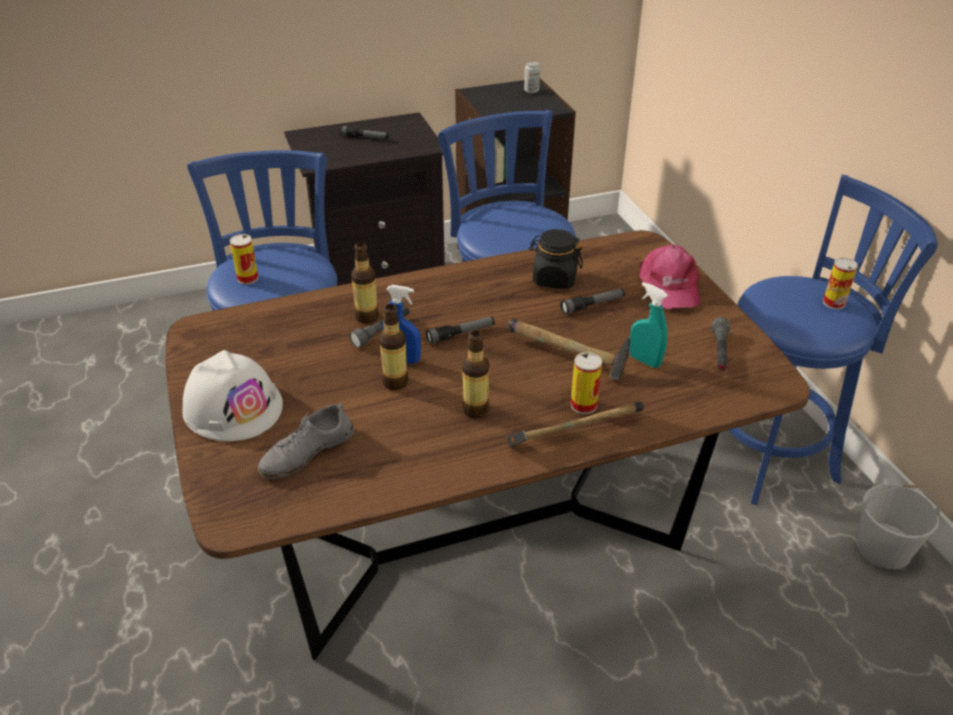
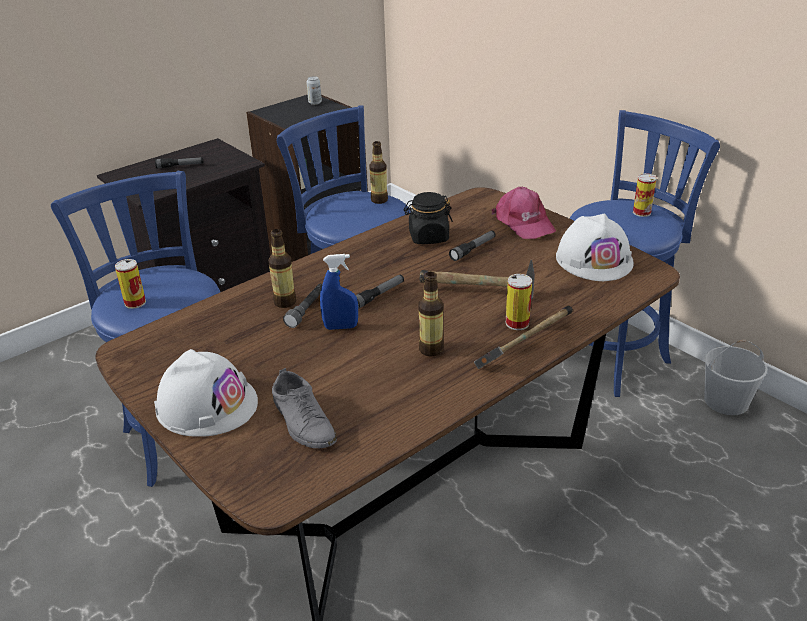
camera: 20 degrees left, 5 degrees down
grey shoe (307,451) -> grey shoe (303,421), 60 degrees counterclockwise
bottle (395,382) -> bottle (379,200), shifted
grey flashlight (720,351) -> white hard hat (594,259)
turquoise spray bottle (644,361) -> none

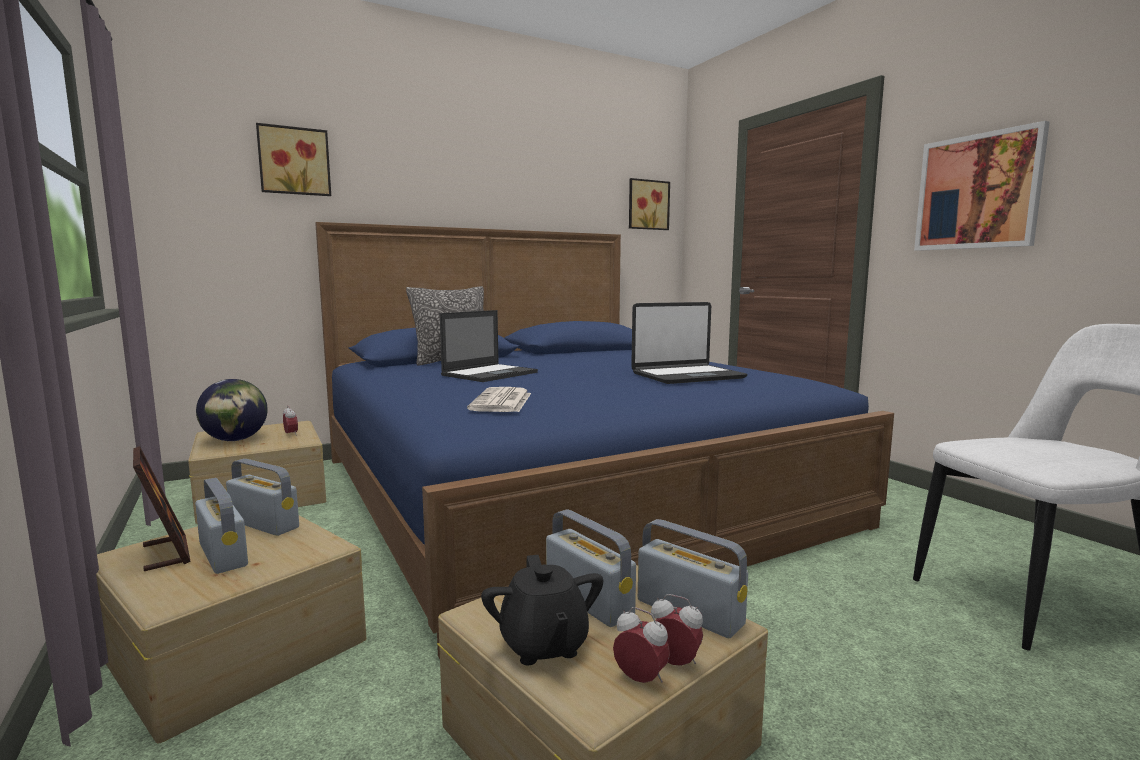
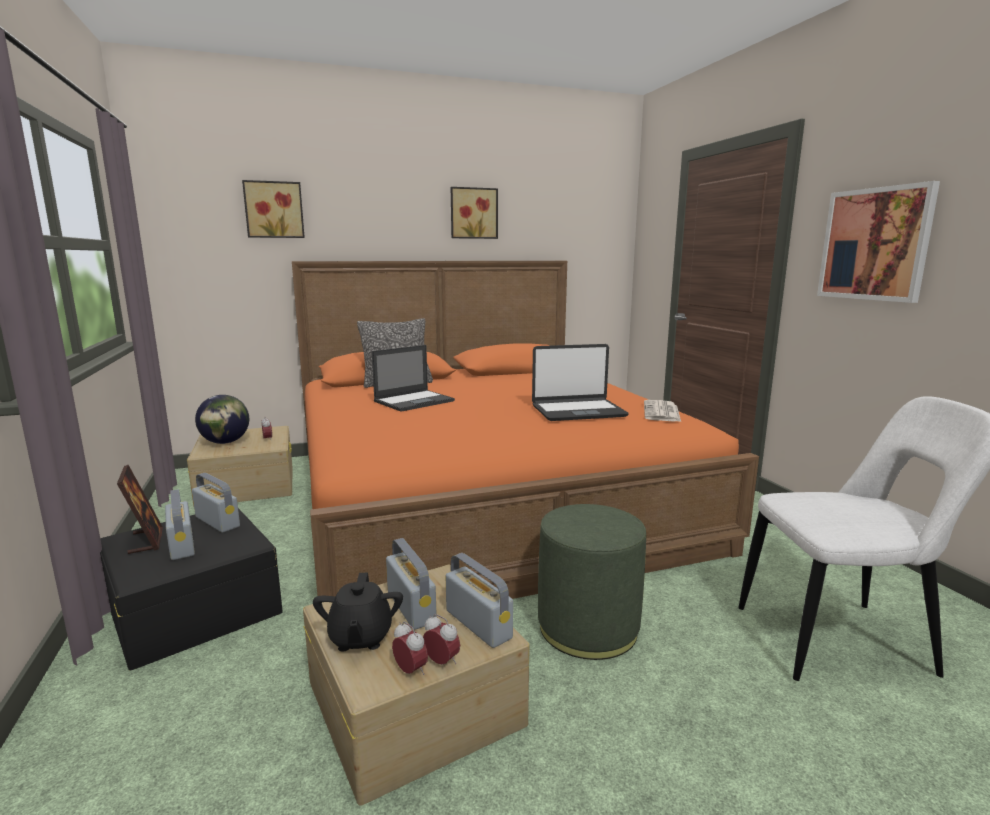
camera: 10 degrees right, 5 degrees up
beige storage box (235,644) -> black storage box (194,606)
blue bed (564,488) -> orange bed (484,496)
picture (647,205) -> picture (473,213), shifted
none -> green ottoman (588,627)
newspaper (502,402) -> newspaper (662,412), shifted

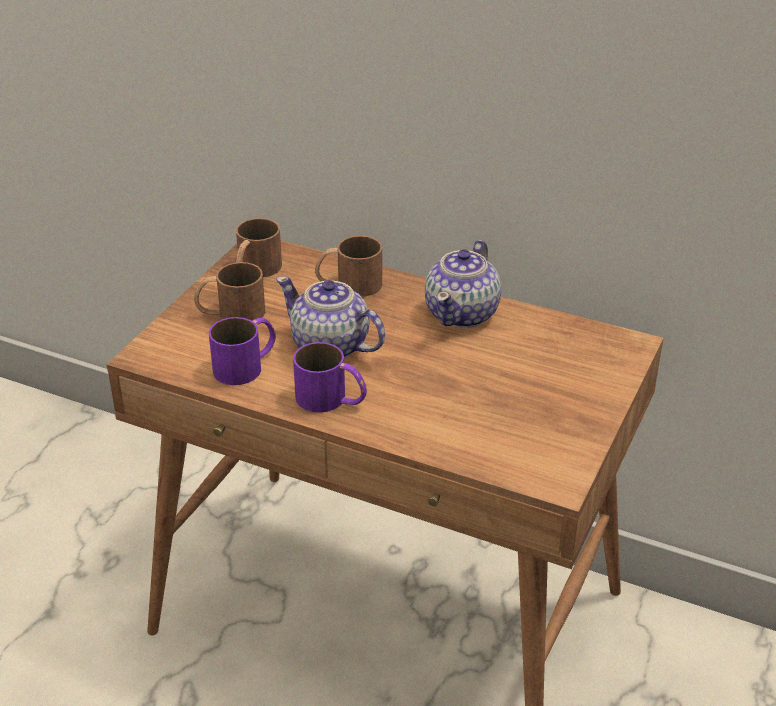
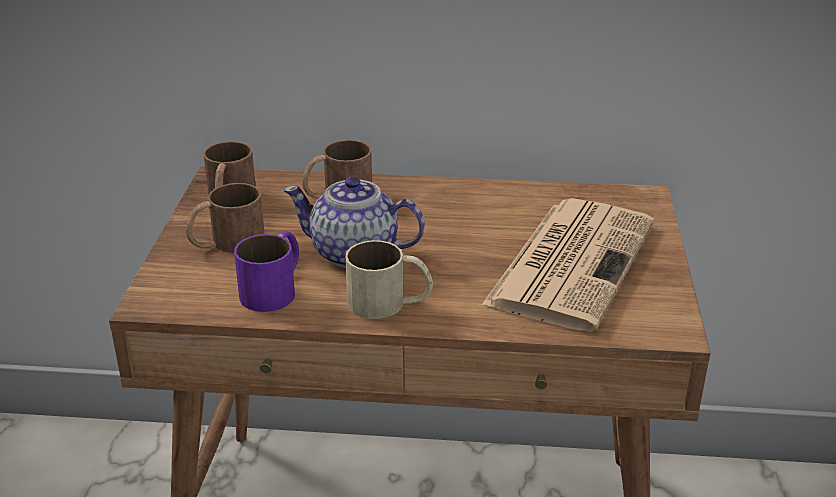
camera: 20 degrees left, 5 degrees down
purple mug (332,400) -> beige mug (390,303)
none -> newspaper (571,261)
teapot (463,313) -> none

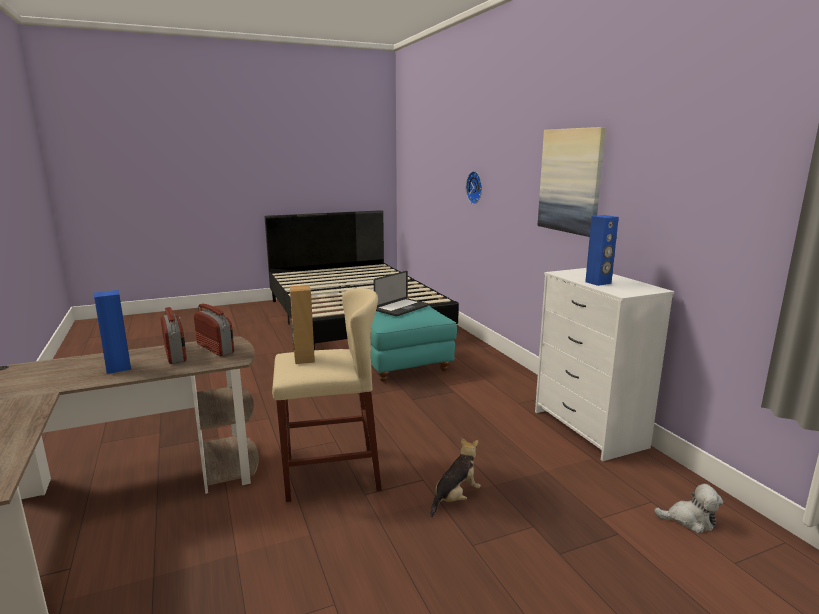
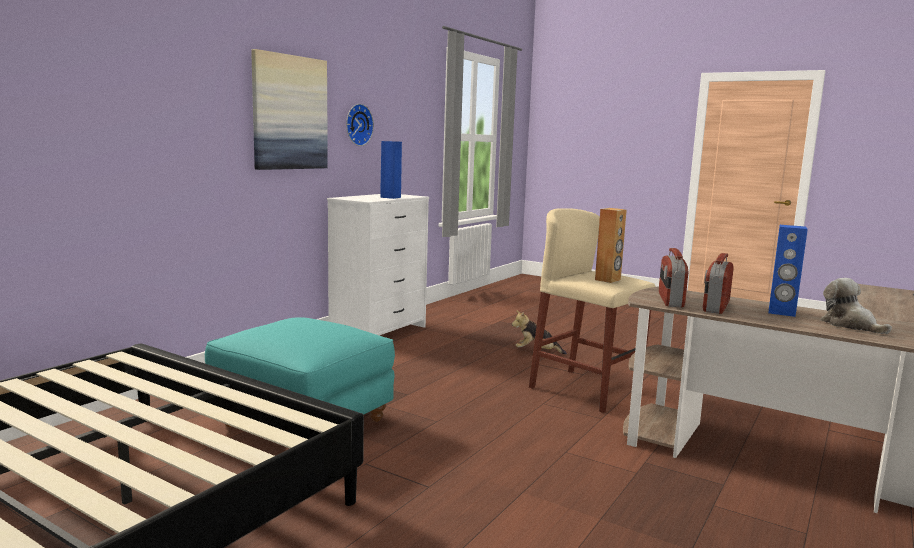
camera: 125 degrees left, 5 degrees down
wall clock (476,187) -> wall clock (357,124), shifted
plush toy (690,520) -> plush toy (850,325), shifted
laptop (402,308) -> none

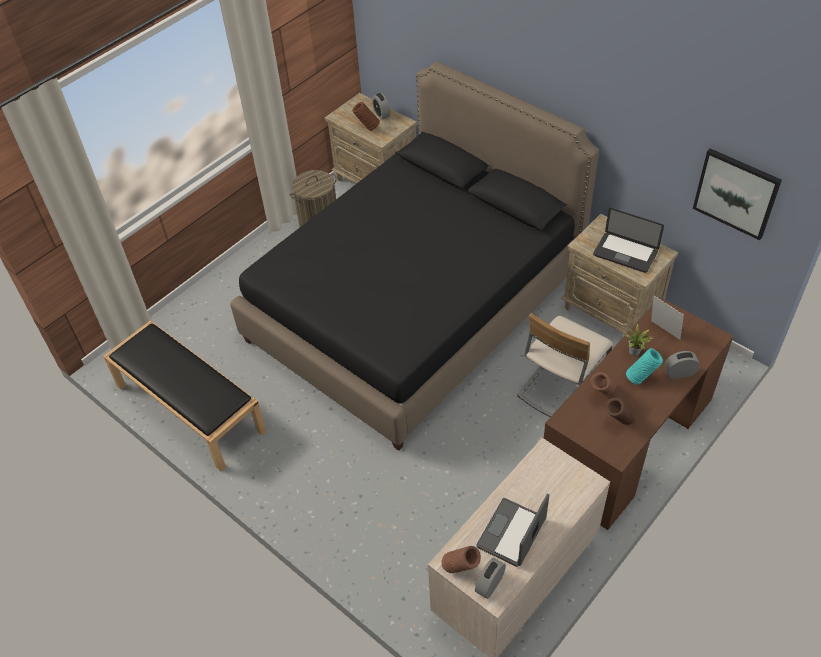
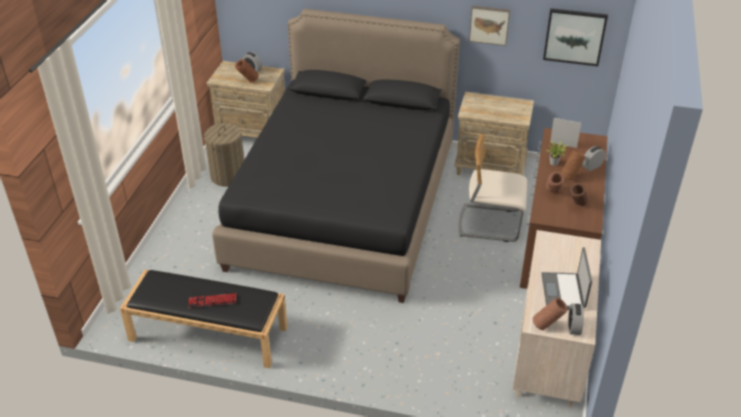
camera: 30 degrees left, 10 degrees down
none -> keyboard (212,301)
beige chair (560,387) -> beige chair (490,223), 90 degrees clockwise
none -> picture (489,24)
turquoise vase (641,378) -> brown vase (570,176)
laptop (625,253) -> none

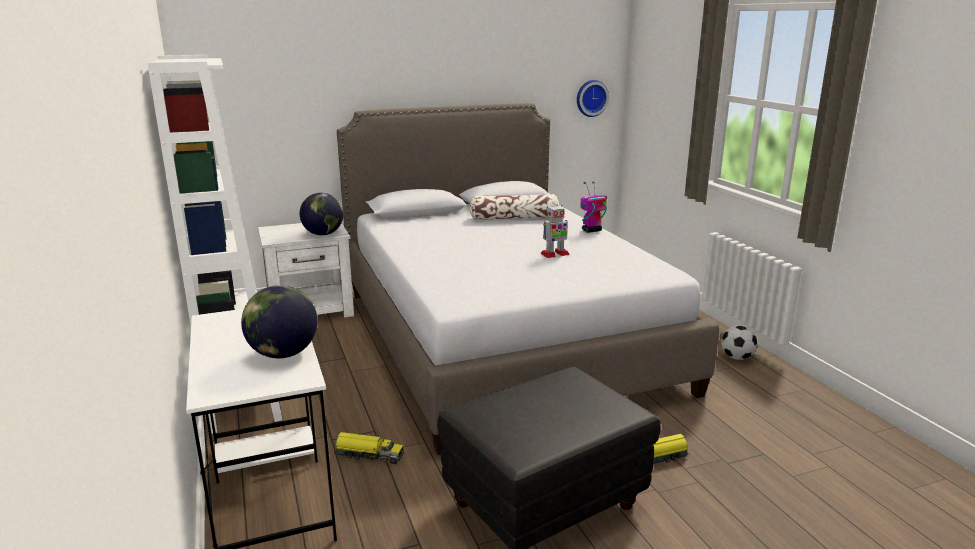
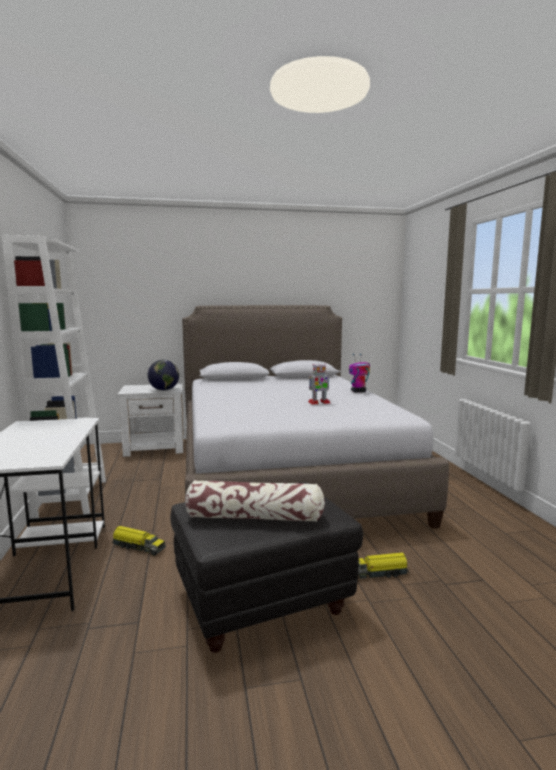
camera: 10 degrees right, 10 degrees down
pillow (514,218) -> pillow (255,517), shifted
globe (283,354) -> none
wall clock (591,98) -> none
football (737,357) -> none

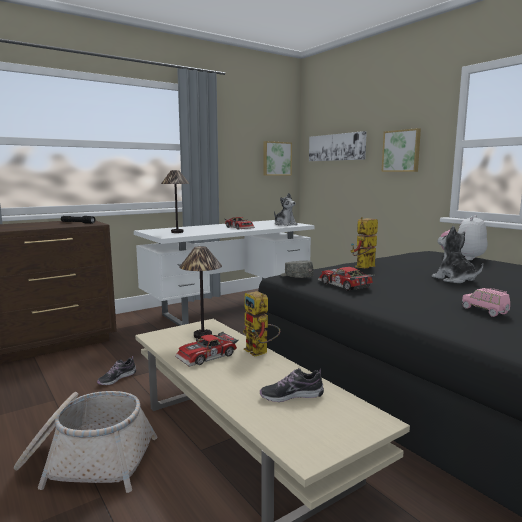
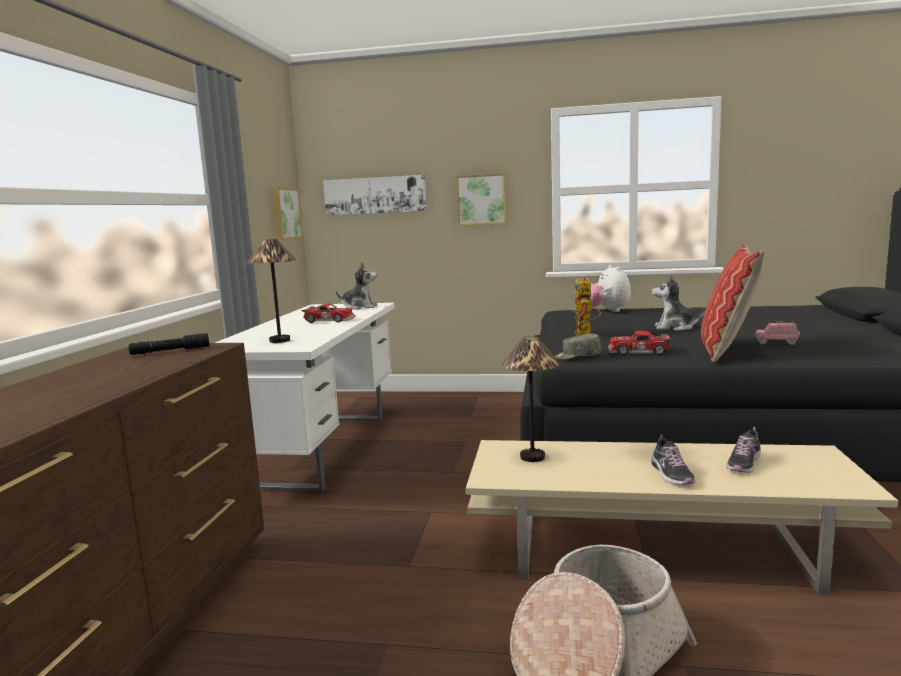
camera: 45 degrees left, 0 degrees up
shoe (117,378) -> shoe (671,474), shifted
none -> pillow (727,350)
toy car (208,356) -> none
toy robot (260,352) -> none

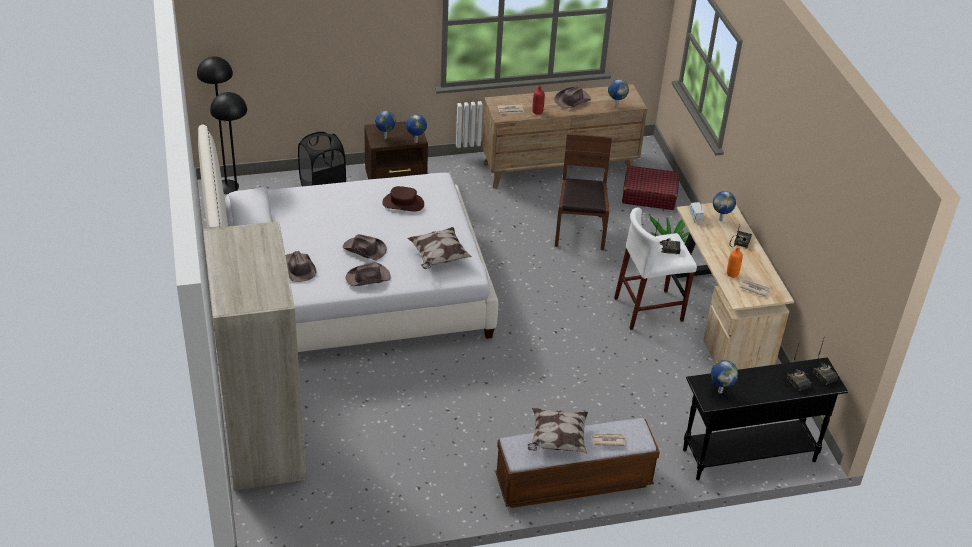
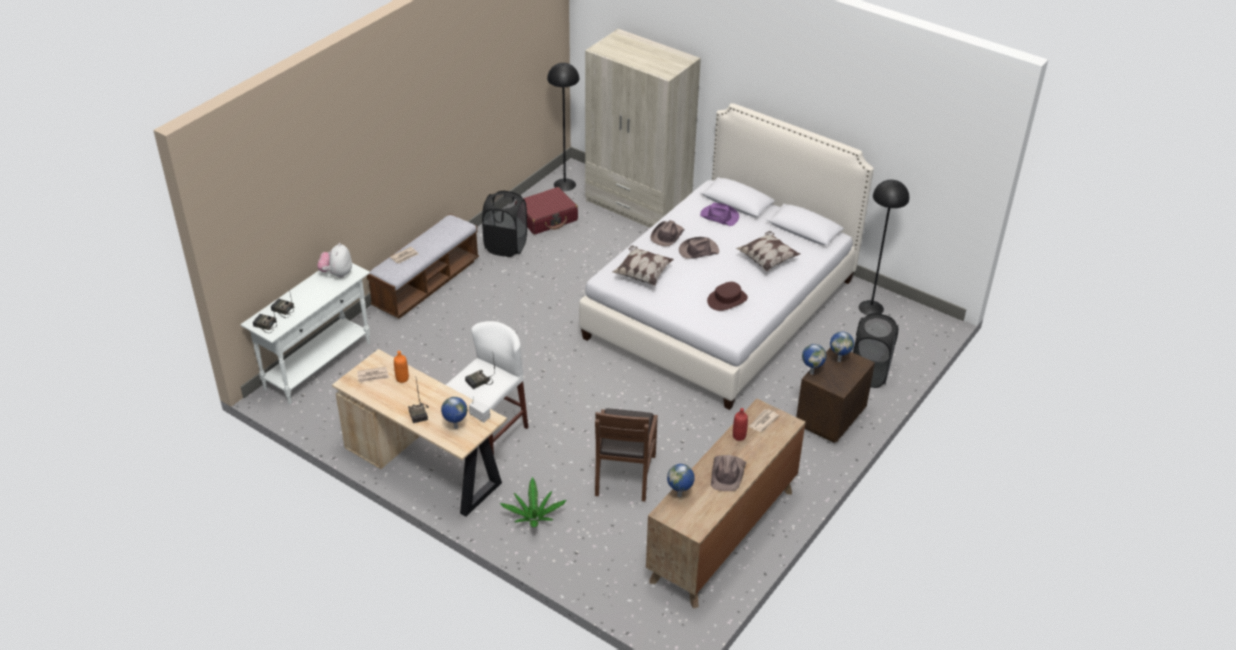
camera: 140 degrees right, 0 degrees up
black console table (748,455) -> white console table (318,365)
globe (720,391) -> plush toy (337,273)
none -> black laundry basket (506,246)
red suitcase (649,195) -> red suitcase (547,218), shifted
black floor lamp (226,186) -> black floor lamp (564,184), shifted
brown chair (579,231) -> brown chair (624,474), 45 degrees clockwise
brown hat (298,268) -> purple hat (719,216)
pillow (557,440) -> pillow (767,259), shifted

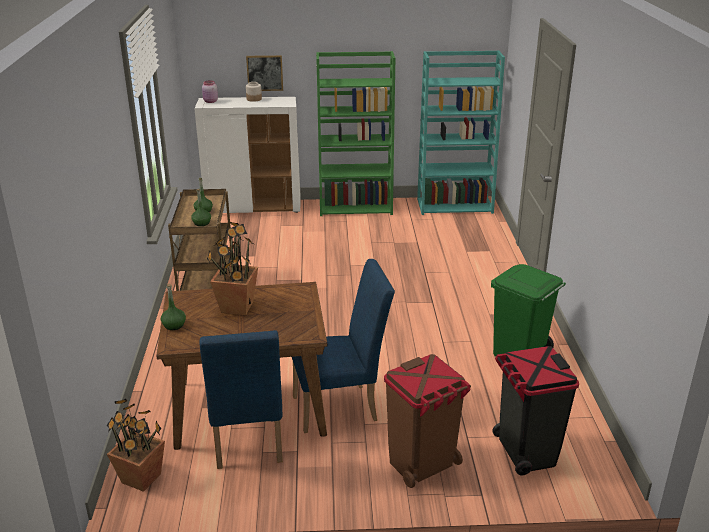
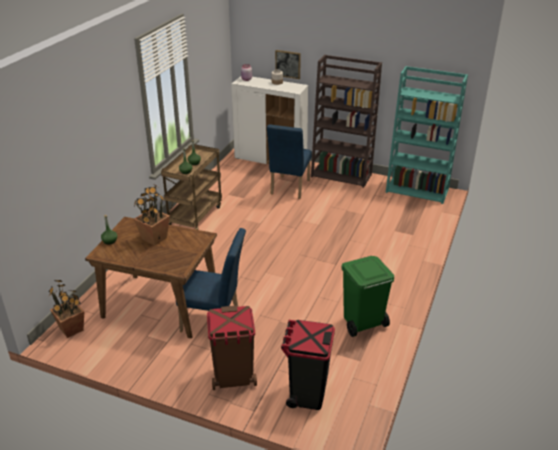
camera: 25 degrees right, 5 degrees up
blue chair (248,444) -> blue chair (289,189), shifted
green bookcase (356,207) -> brown bookcase (342,175)

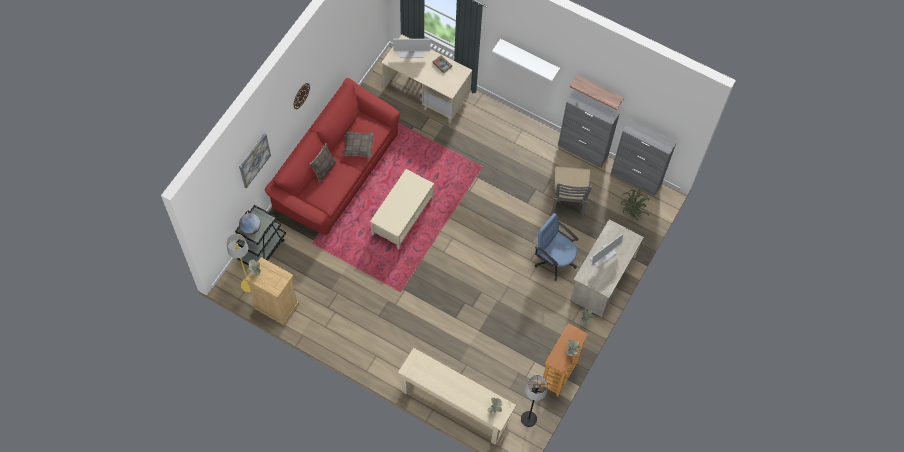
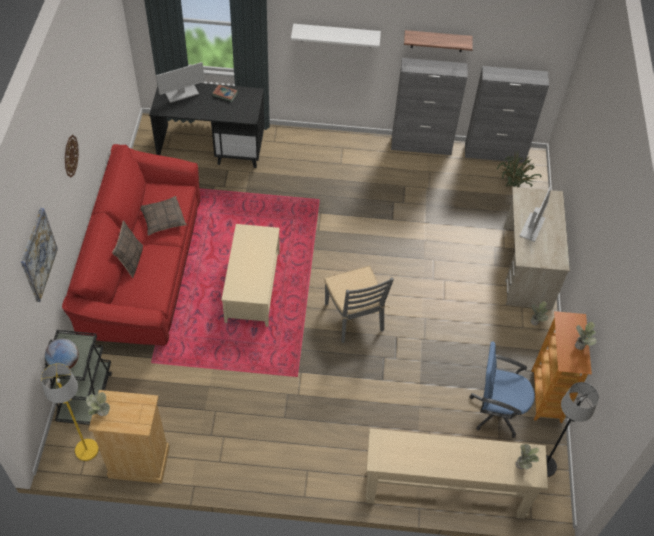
camera: 25 degrees left, 10 degrees down
beige desk (427,93) -> black desk (212,146)
grey chair (568,199) -> grey chair (354,317), shifted
blue office chair (554,260) -> blue office chair (496,410), shifted

